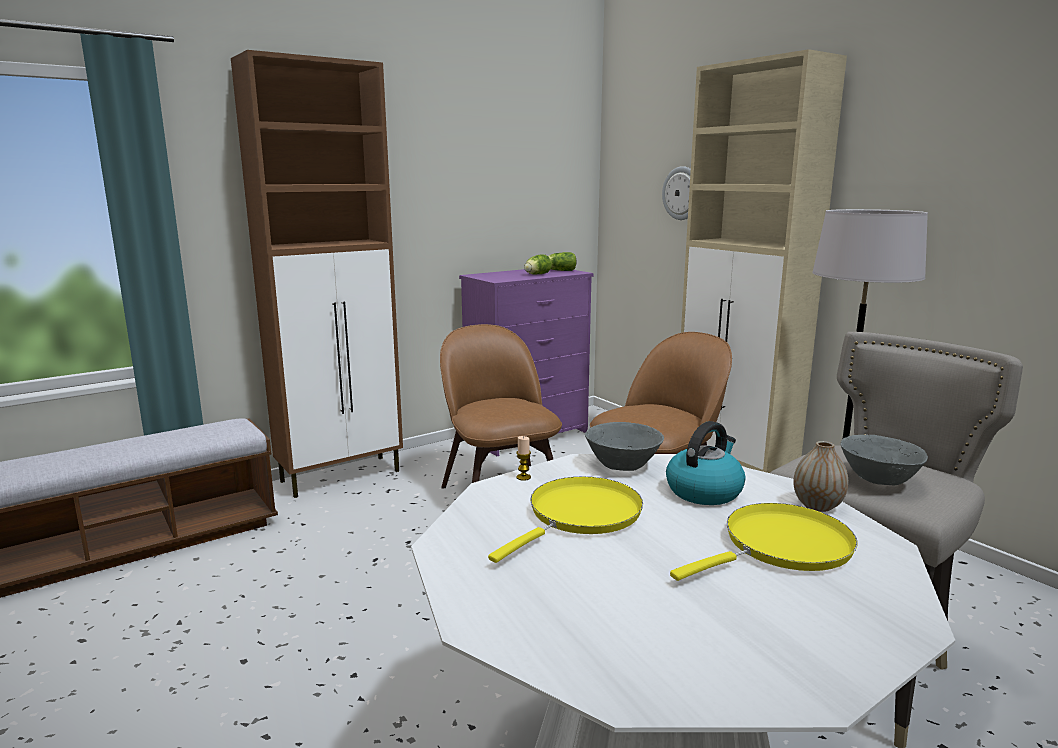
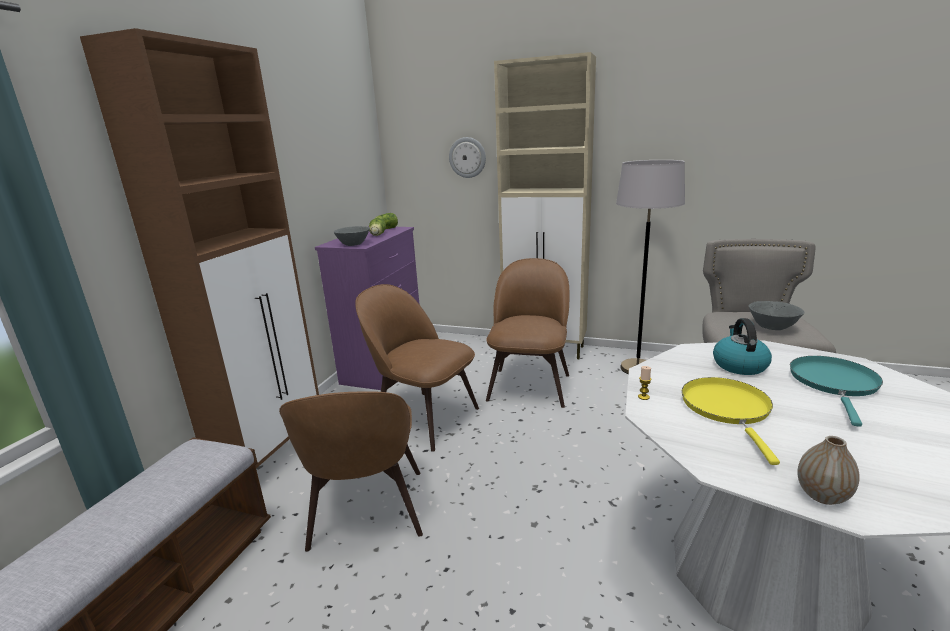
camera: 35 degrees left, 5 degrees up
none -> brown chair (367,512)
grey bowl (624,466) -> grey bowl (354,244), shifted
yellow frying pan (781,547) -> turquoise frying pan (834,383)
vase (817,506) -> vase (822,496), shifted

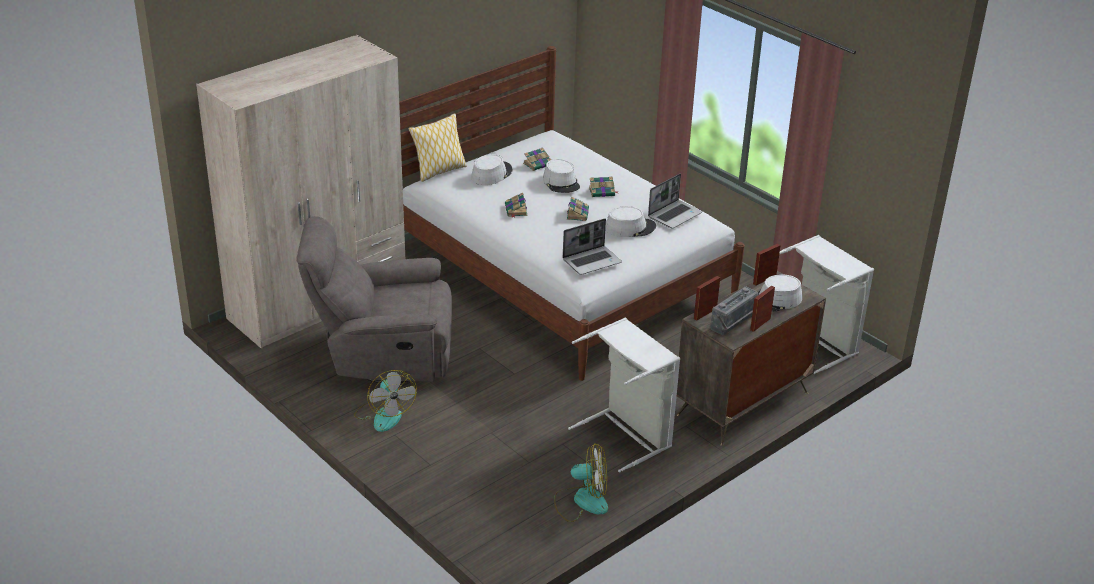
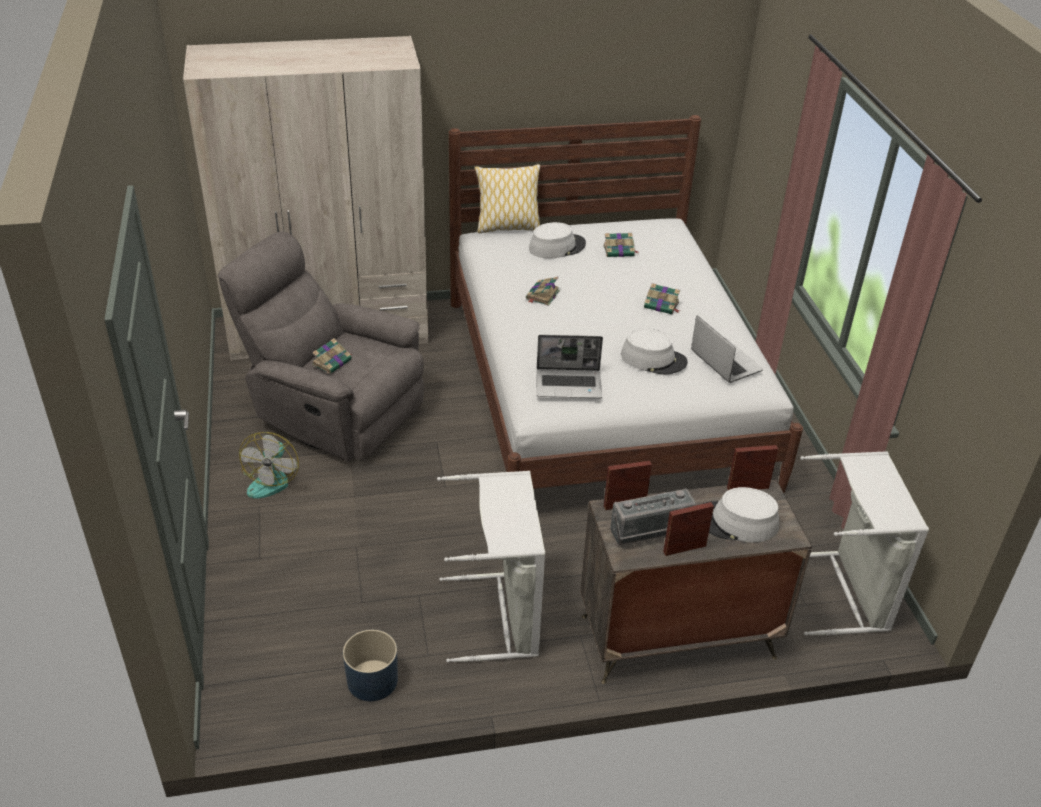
camera: 30 degrees right, 5 degrees up
book (577,214) -> book (332,362), shifted
fan (581,501) -> blue planter (372,680)
laptop (674,215) -> laptop (724,361), 105 degrees counterclockwise
grey hat (561,183) -> none

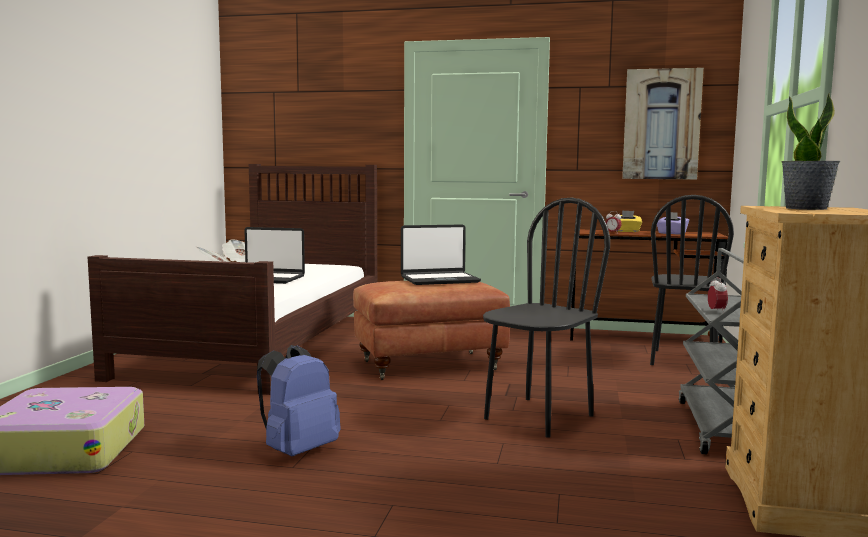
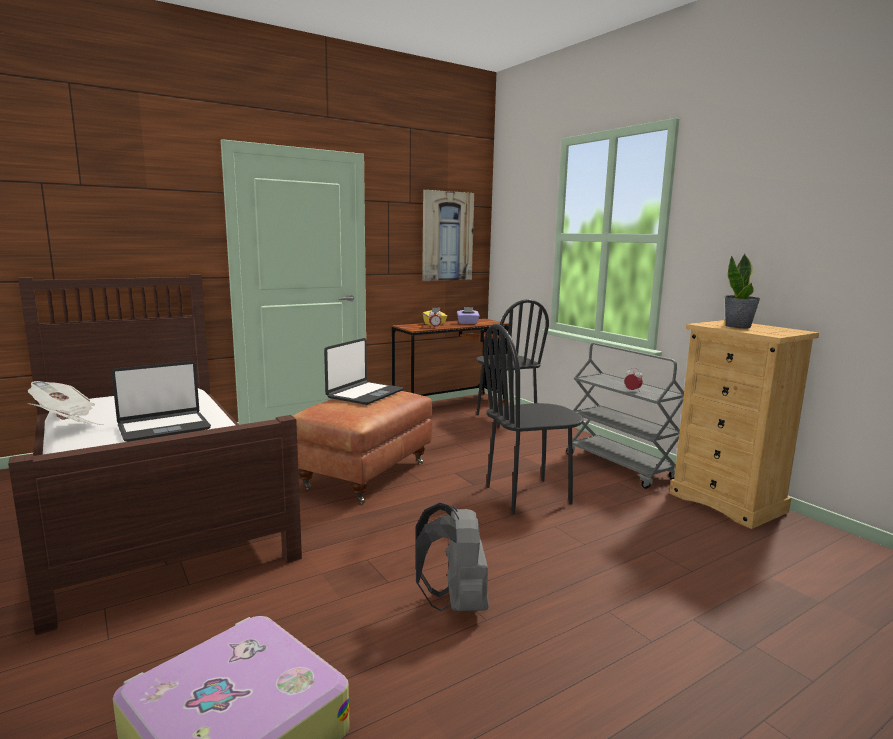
camera: 45 degrees left, 5 degrees up
blue backpack (297,451) -> grey backpack (455,603)
black chair (538,417) -> black chair (528,495), 105 degrees counterclockwise

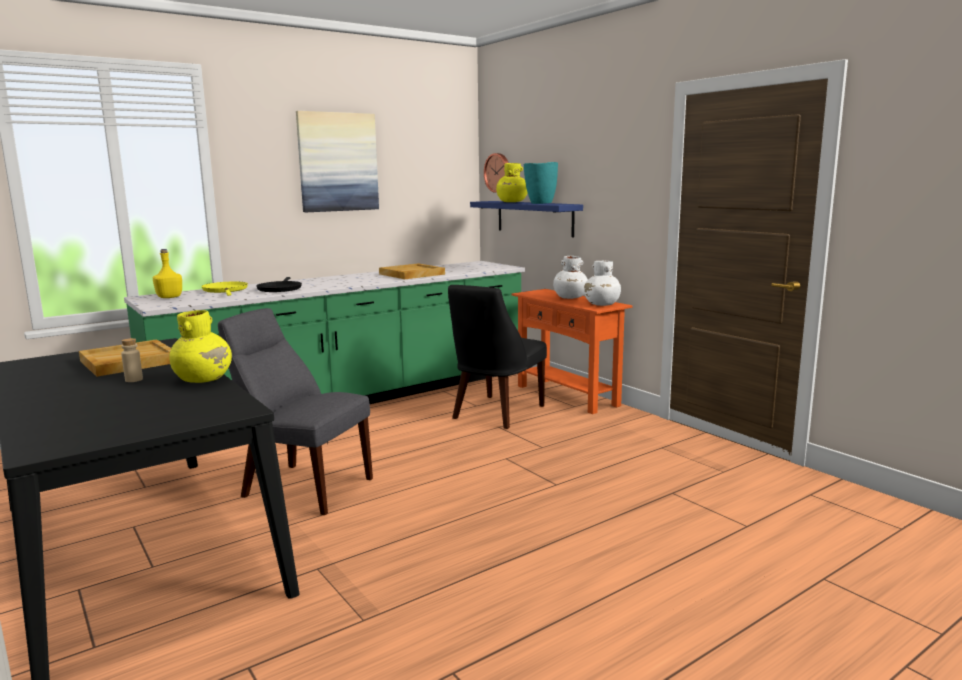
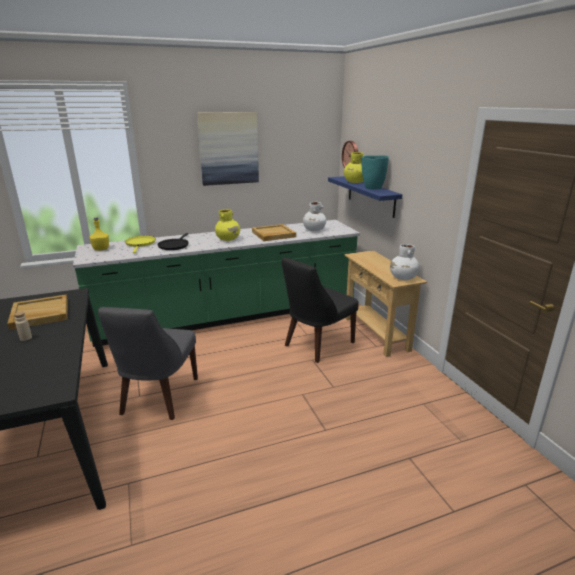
camera: 15 degrees right, 10 degrees up
grey chair (302,487) -> grey chair (158,398), 120 degrees counterclockwise
yellow vase (204,380) -> yellow vase (228,239), shifted
white vase (570,297) -> white vase (314,230), shifted
orange console table (567,395) -> beige console table (376,334)

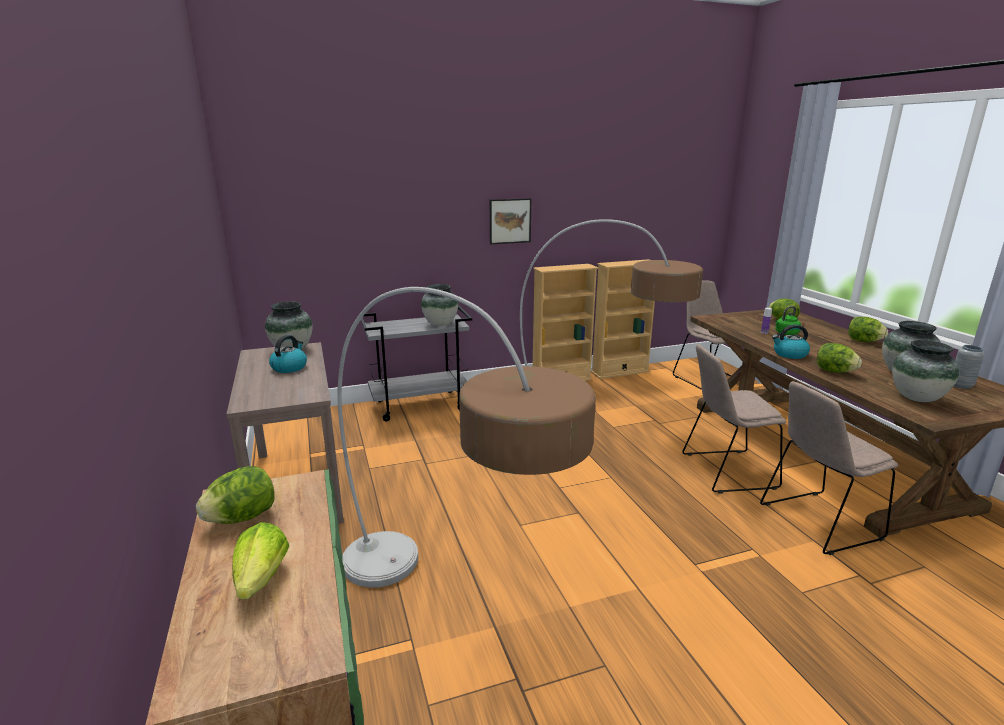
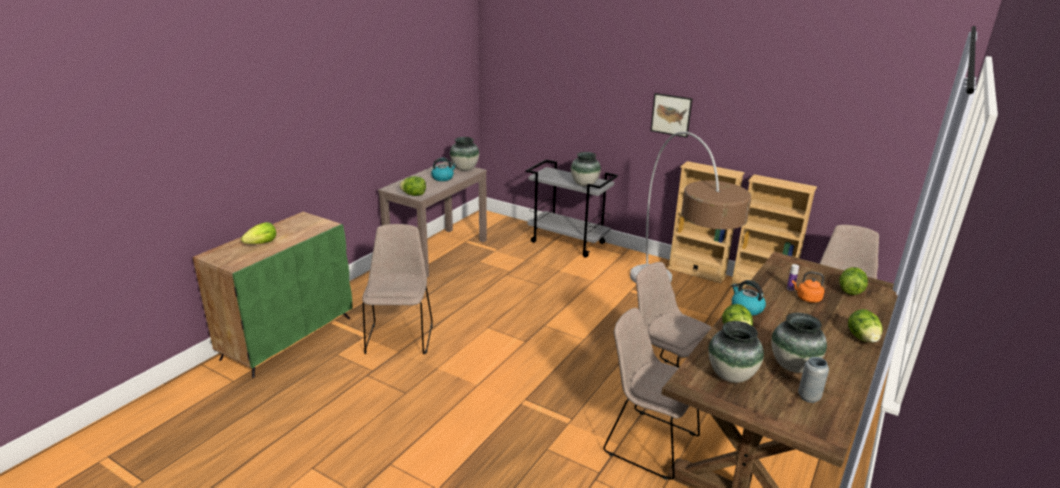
camera: 50 degrees right, 5 degrees up
floor lamp (457,608) -> beige chair (399,336)
lettuce (242,518) -> lettuce (414,195), shifted
green kettle (785,333) -> orange kettle (807,298)

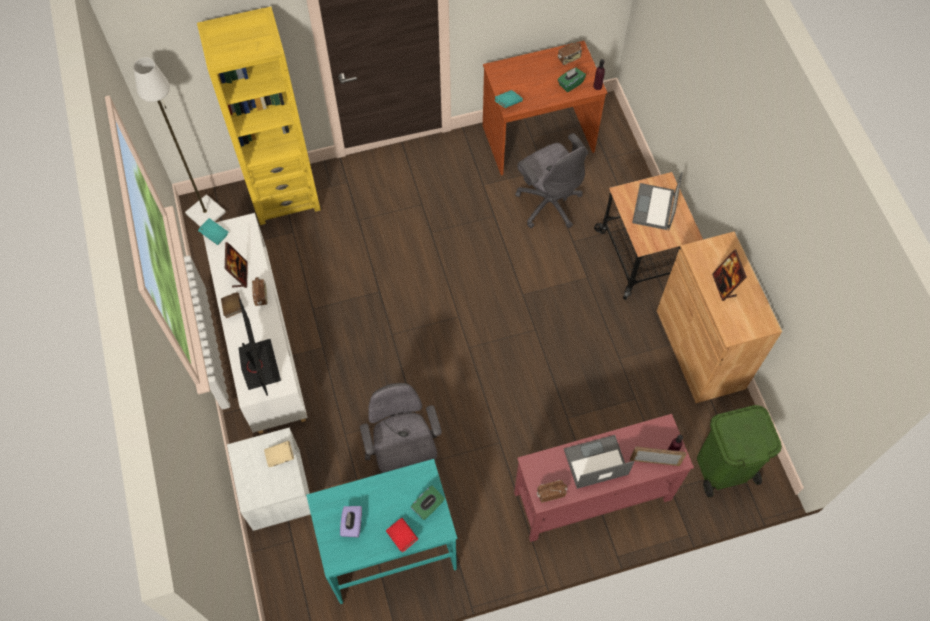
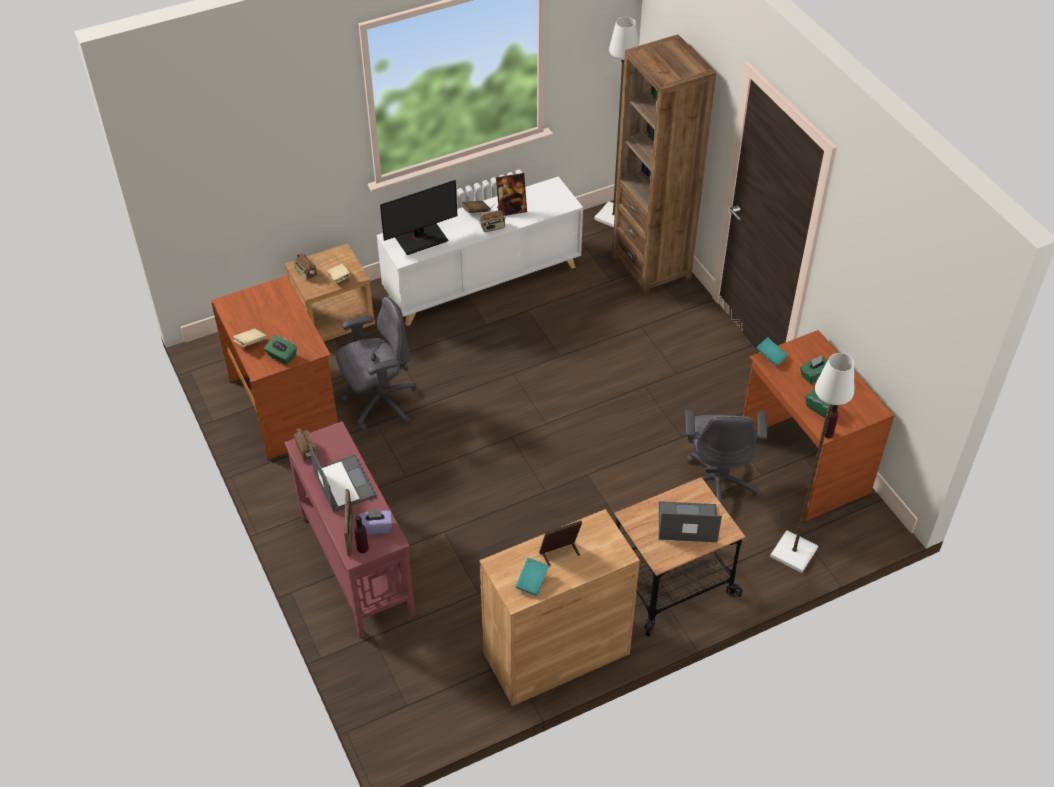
camera: 80 degrees right, 15 degrees down
turquoise desk (389,548) -> brown desk (285,406)
red book (402,537) -> beige book (250,343)
white nightstand (277,490) -> brown nightstand (334,318)
radio (569,59) -> radio (306,273), shifted
purple tissue box (352,524) -> purple tissue box (376,527), shifted
turquoise book (214,235) -> turquoise book (532,581), shifted
yellow bookcase (285,196) -> brown bookcase (651,267)
grey office chair (548,203) -> grey office chair (716,484), 45 degrees counterclockwise
none -> white floor lamp (794,553)
none -> green tissue box (814,375)
green trash can (723,468) -> none

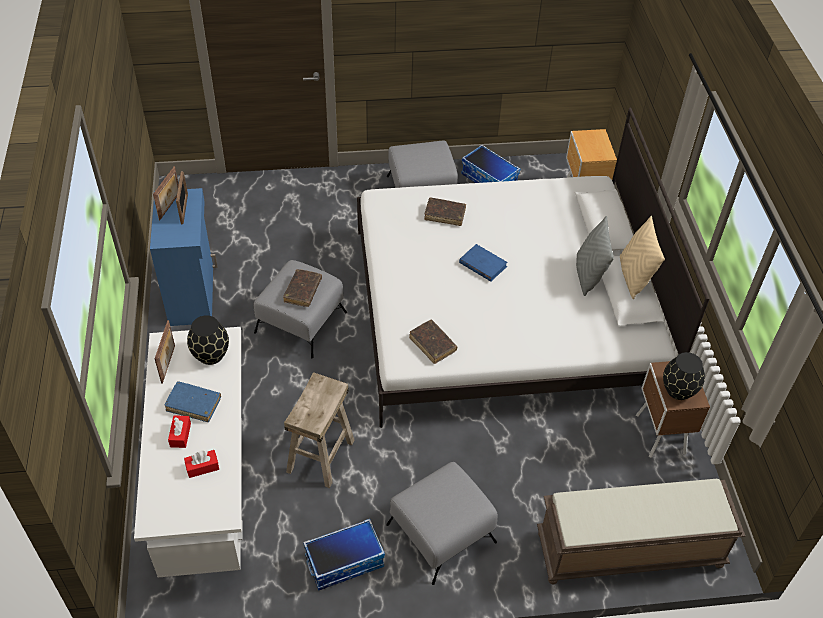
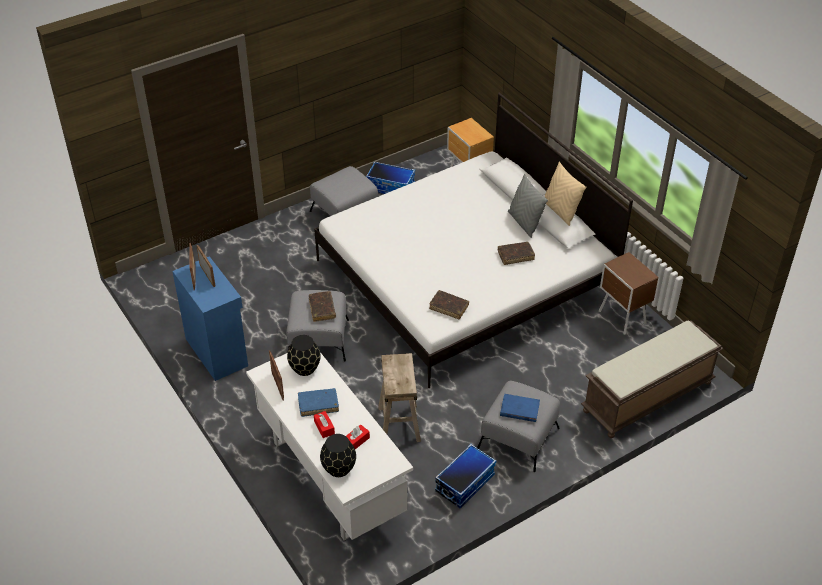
camera: 25 degrees left, 5 degrees down
black vase (678,390) -> black vase (338,469), shifted
brown book (445,215) -> brown book (515,255), shifted
blue book (482,264) -> blue book (519,409), shifted

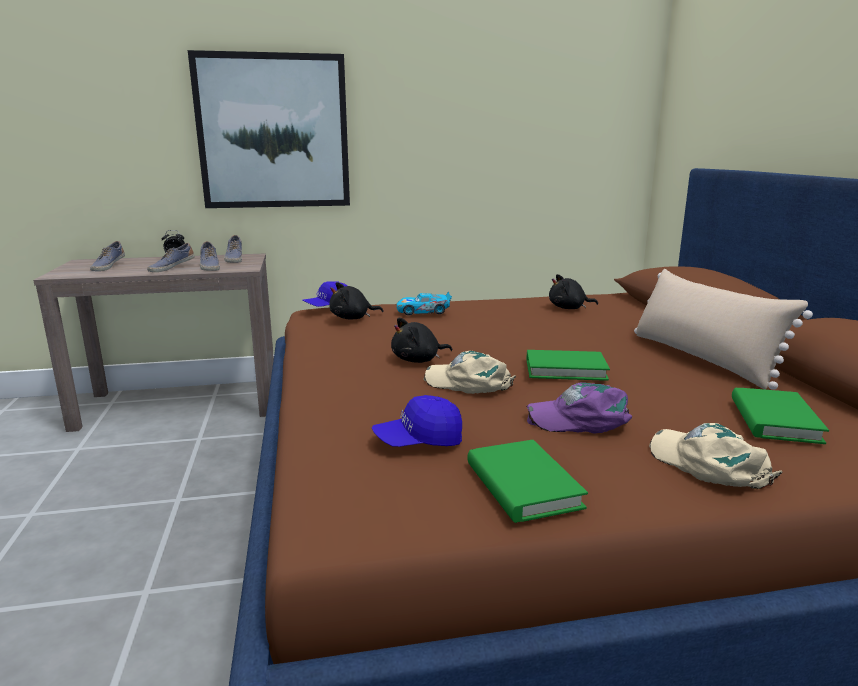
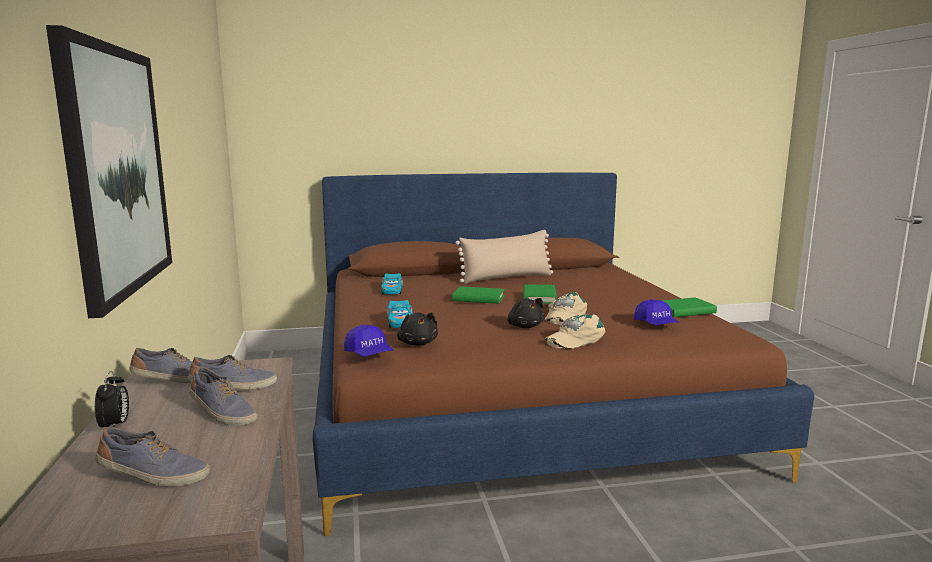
camera: 90 degrees left, 5 degrees down
black plush toy (569,308) -> toy car (392,290)
green book (774,420) -> green book (478,298), shifted
beige cap (709,464) -> beige cap (575,339), shifted
purple cap (580,419) -> none

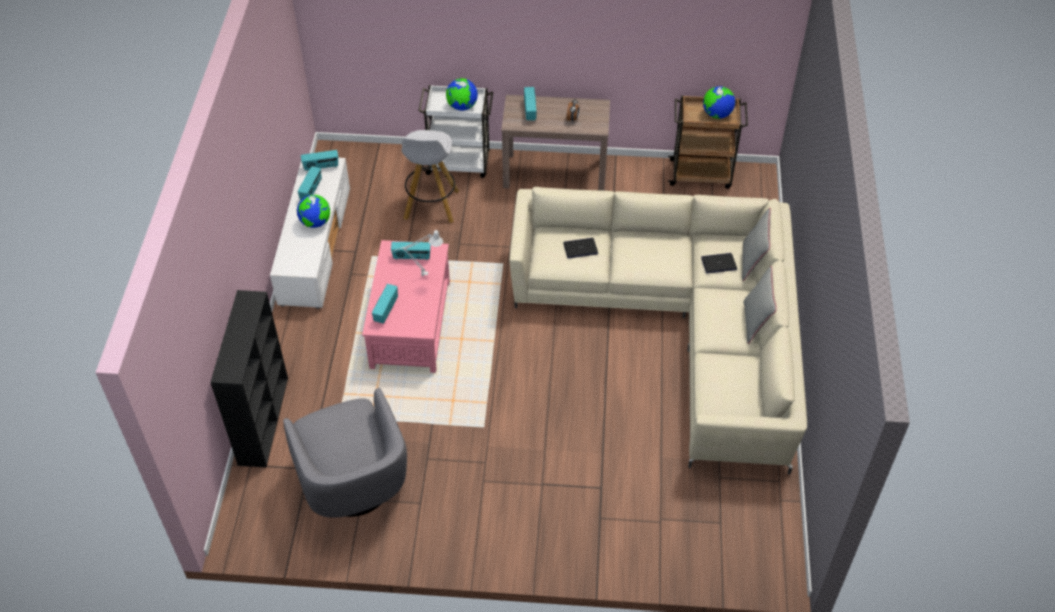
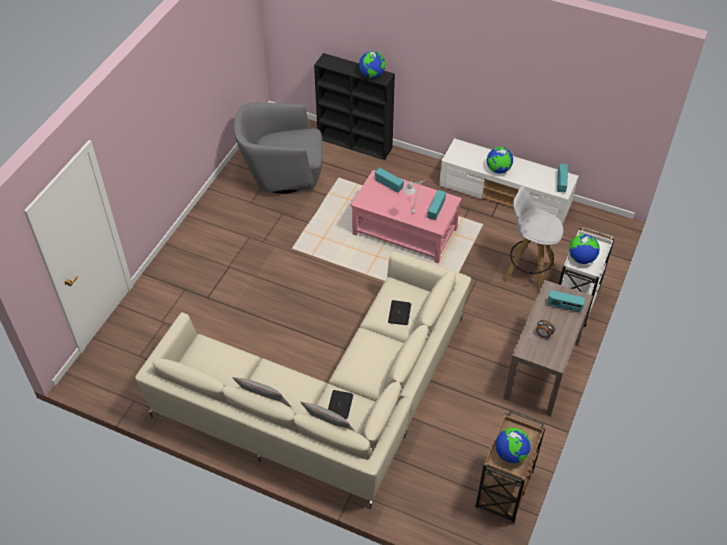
camera: 110 degrees right, 0 degrees up
none -> globe (372,75)
radio (311,191) -> none

